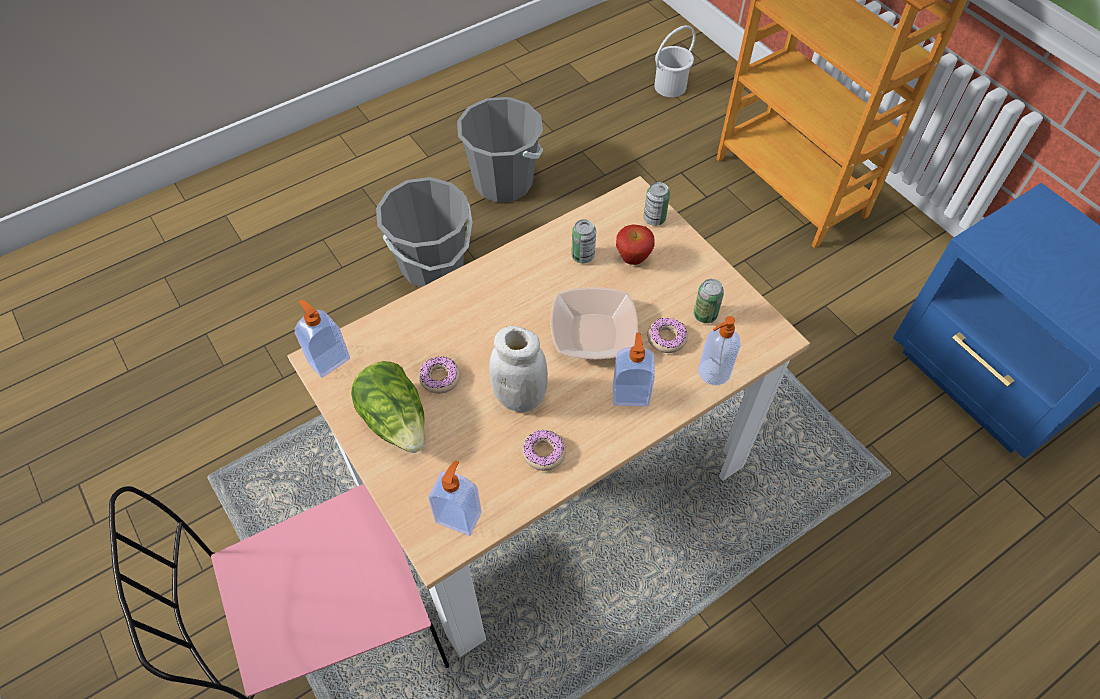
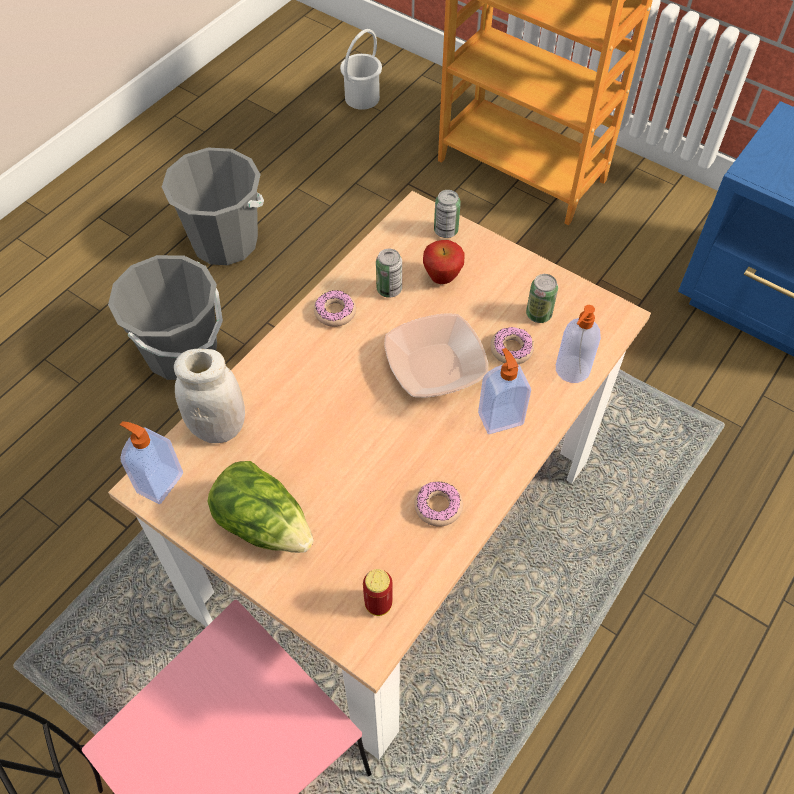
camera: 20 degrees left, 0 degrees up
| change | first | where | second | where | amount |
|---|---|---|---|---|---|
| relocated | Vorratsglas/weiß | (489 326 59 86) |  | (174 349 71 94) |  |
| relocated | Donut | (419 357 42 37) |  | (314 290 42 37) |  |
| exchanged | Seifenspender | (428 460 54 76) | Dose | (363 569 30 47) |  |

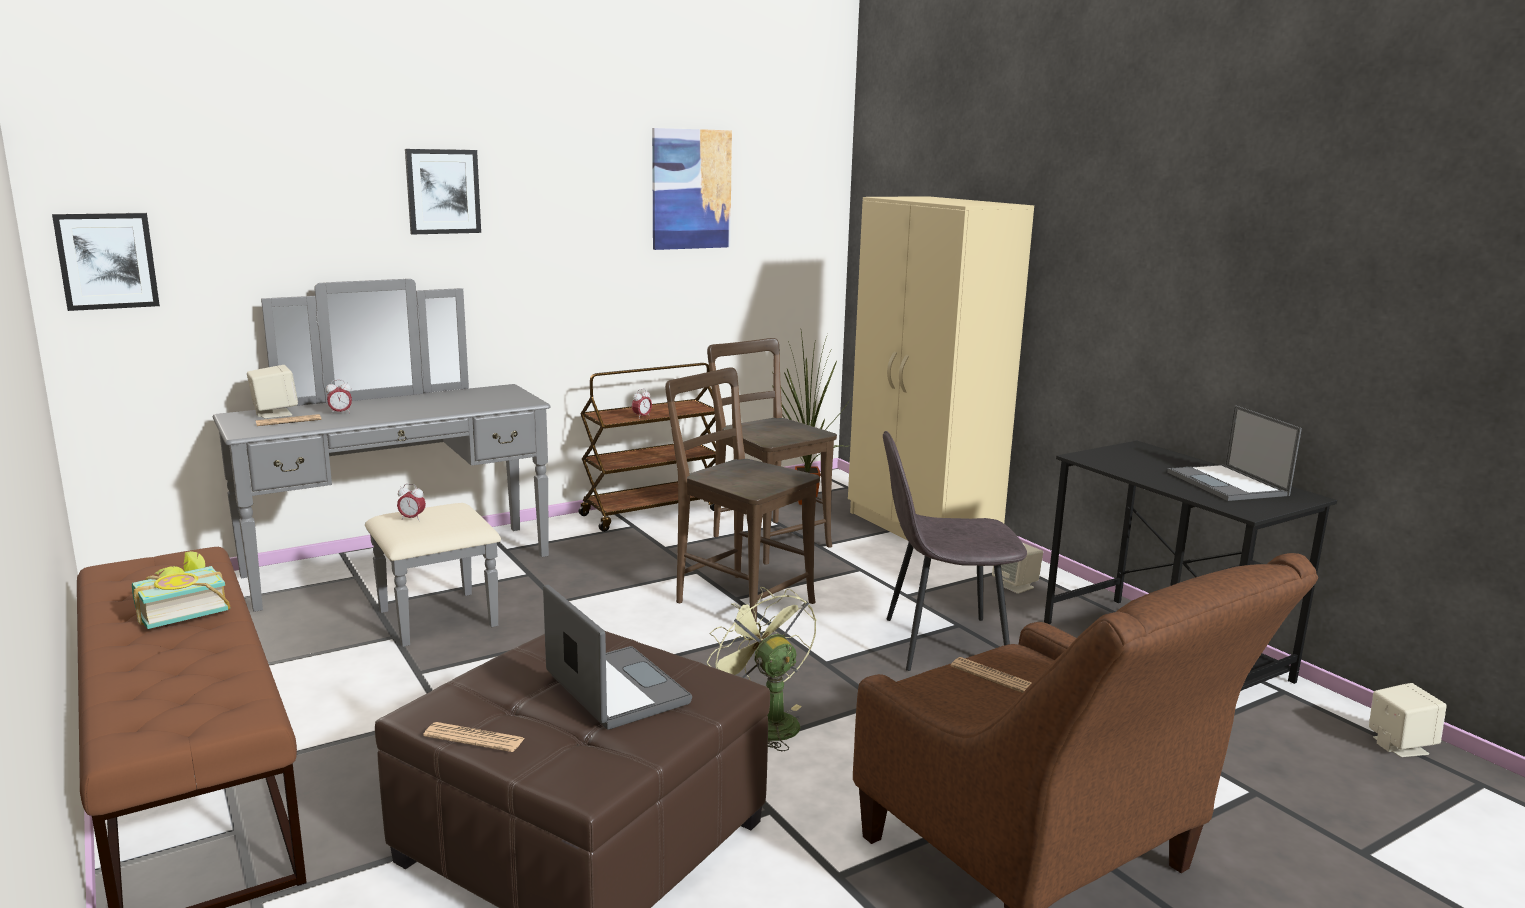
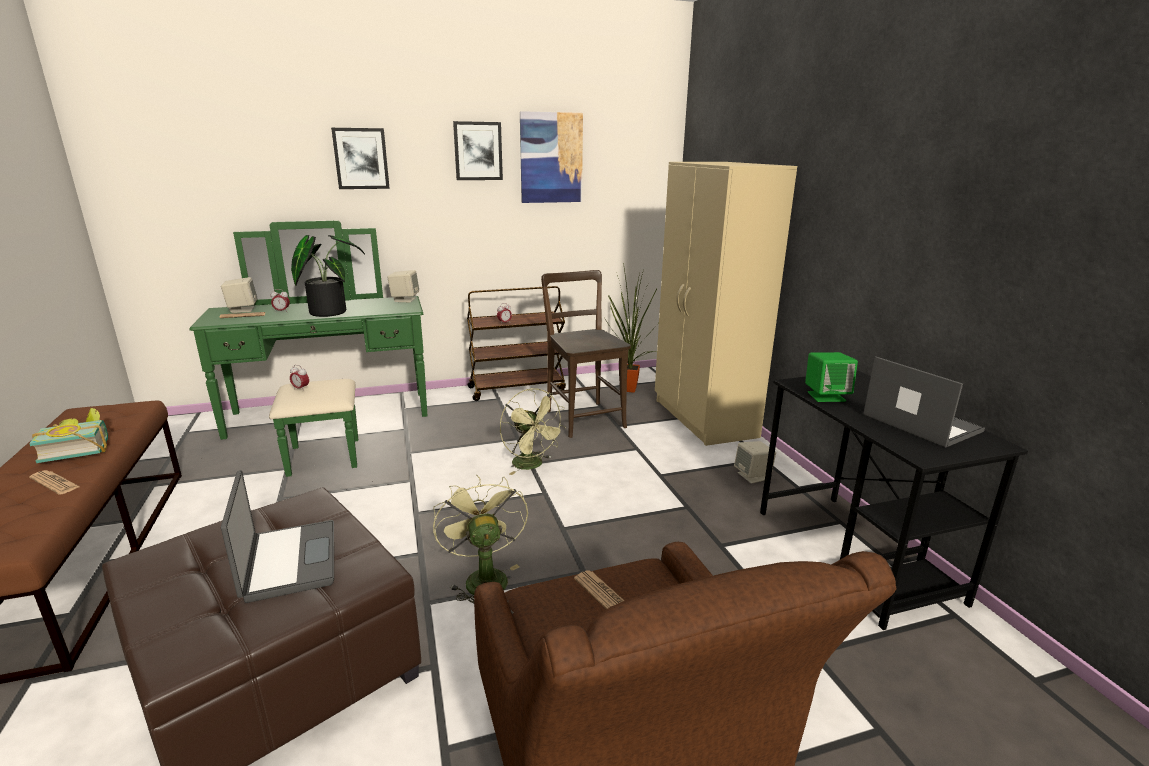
camera: 15 degrees right, 5 degrees up
| change | first | where | second | where | amount |
|---|---|---|---|---|---|
| relocated | Zeitung | (423 722 102 30) |  | (29 470 51 25) |  |
| colour | Kommode/grau | (213 279 338 368) | Kommode/grün | (189 220 239 257) |  |
| appeared |  |  | Topfpflanze | (291 235 74 82) |  |
| relocated | Lautsprecher/beige | (1369 683 78 74) |  | (387 270 32 32) |  |
| relocated | Bild | (52 213 108 98) |  | (453 121 50 59) |  |
| exchanged | Stuhl/braun | (665 368 155 257) | Ventilator/grün | (500 388 66 87) |  |
| appeared |  |  | Lautsprecher/grün | (805 352 53 50) |  |
| spun | Laptop | (1167 405 135 96) |  | (863 356 122 92) | 150 degrees clockwise |
| missing | Stuhl/grau | (883 431 144 240) |  |  |  |

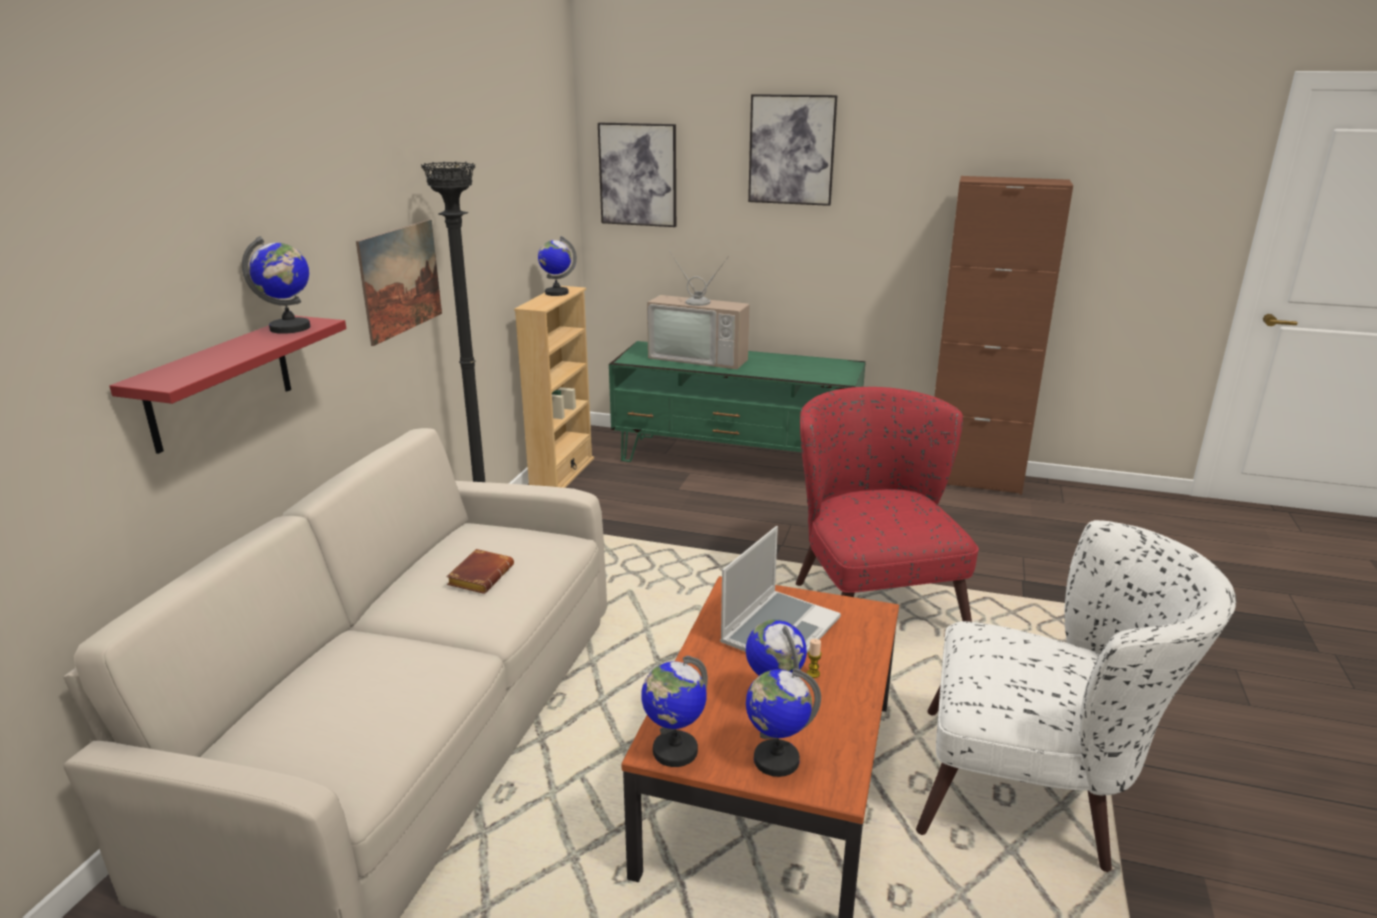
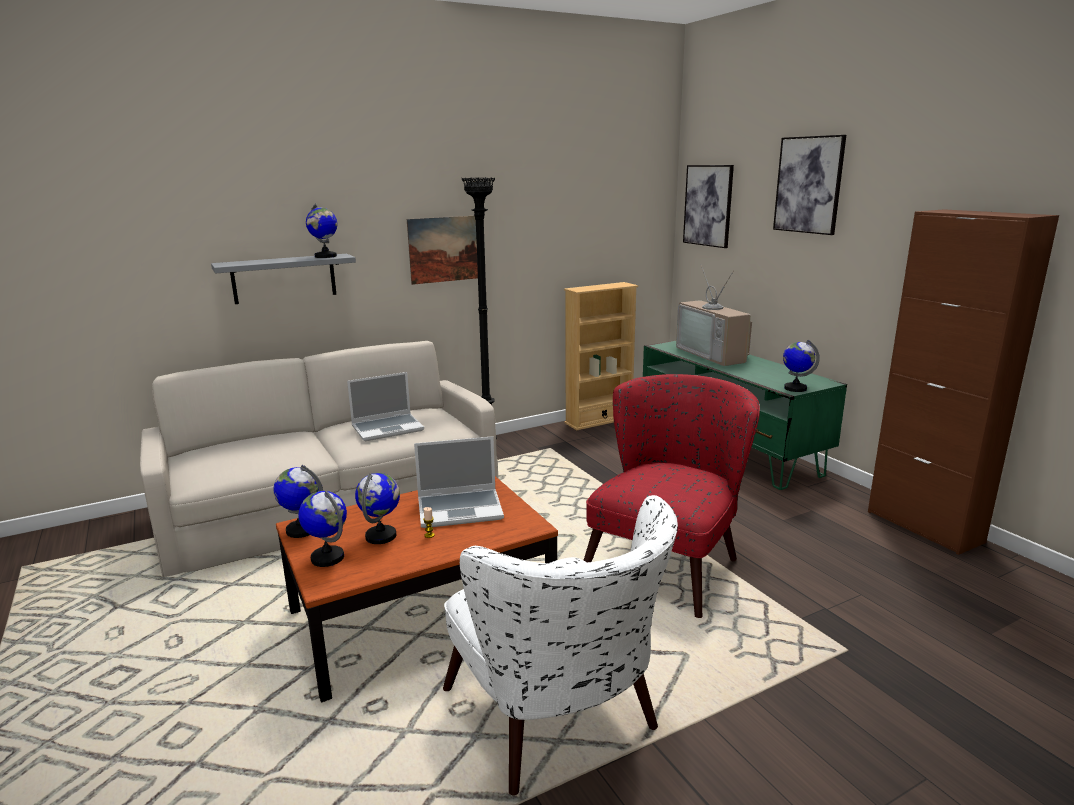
camera: 45 degrees right, 5 degrees down
| change | first | where | second | where | amount |
|---|---|---|---|---|---|
| colour | Wandregal/rot | (109 316 237 138) | Wandregal/grau | (211 254 145 50) |  |
| exchanged | Buch/braun | (446 549 68 45) | Laptop | (347 372 77 69) |  |
| relocated | Globus | (538 236 39 60) |  | (783 340 37 52) |  |

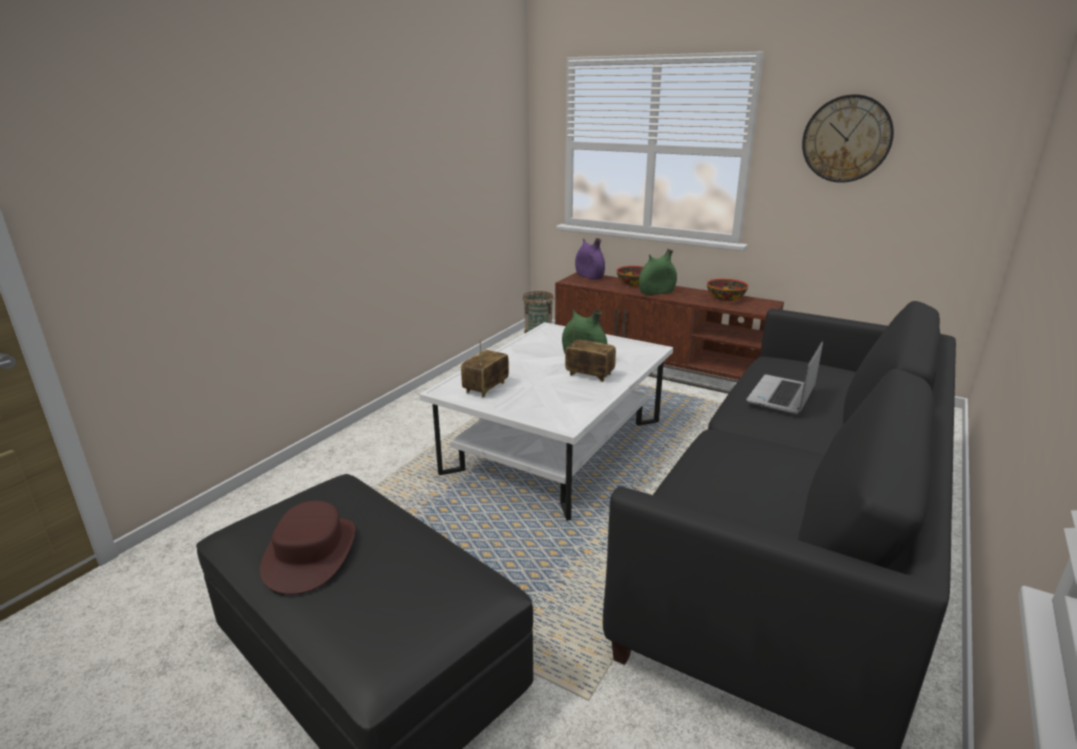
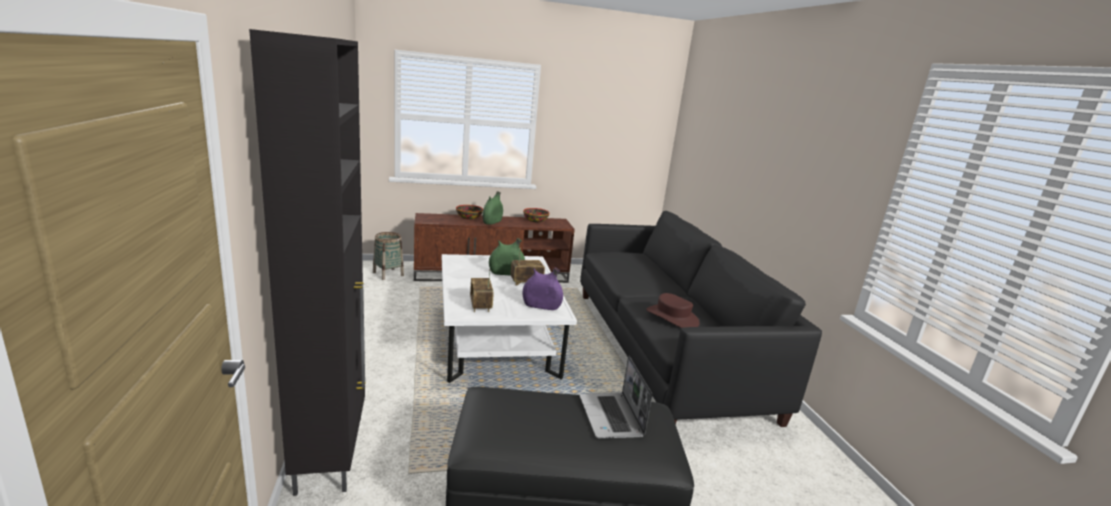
camera: 45 degrees left, 5 degrees down
| change | first | where | second | where | amount |
|---|---|---|---|---|---|
| appeared |  |  | Schrank/schwarz | (249 29 117 467) |  |
| relocated | Vase/lila | (575 238 30 42) |  | (523 268 40 42) |  |
| relocated | Laptop | (746 341 77 73) |  | (579 356 73 83) |  |
| relocated | Hut/braun | (260 501 95 93) |  | (647 293 53 35) |  |
| missing | Wanduhr | (802 94 92 89) |  |  |  |

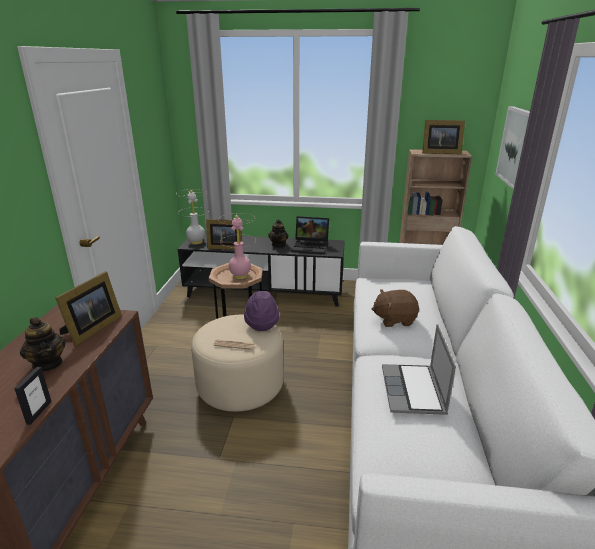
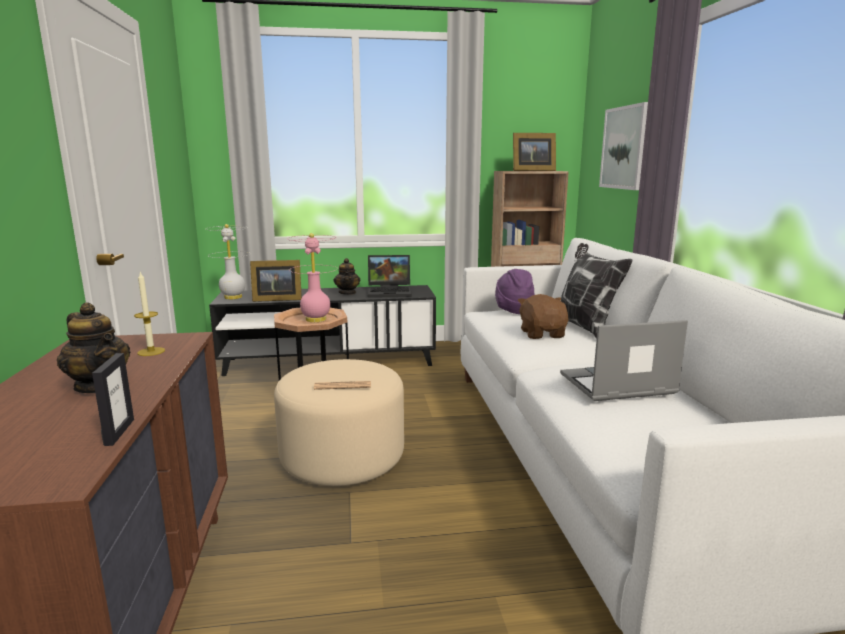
camera: 15 degrees left, 10 degrees down
| change | first | where | second | where | amount |
|---|---|---|---|---|---|
| exchanged | Bilderrahmen | (55 271 67 75) | Kerze | (134 272 31 84) |  |
| relocated | Hut/lila | (244 291 35 40) |  | (495 269 40 45) |  |
| spun | Plüschtier/braun | (372 289 47 38) |  | (518 294 50 45) | 105 degrees clockwise |
| spun | Laptop | (382 324 74 91) |  | (560 320 128 81) | 90 degrees clockwise |
| appeared |  |  | Kissen | (561 243 71 96) |  |

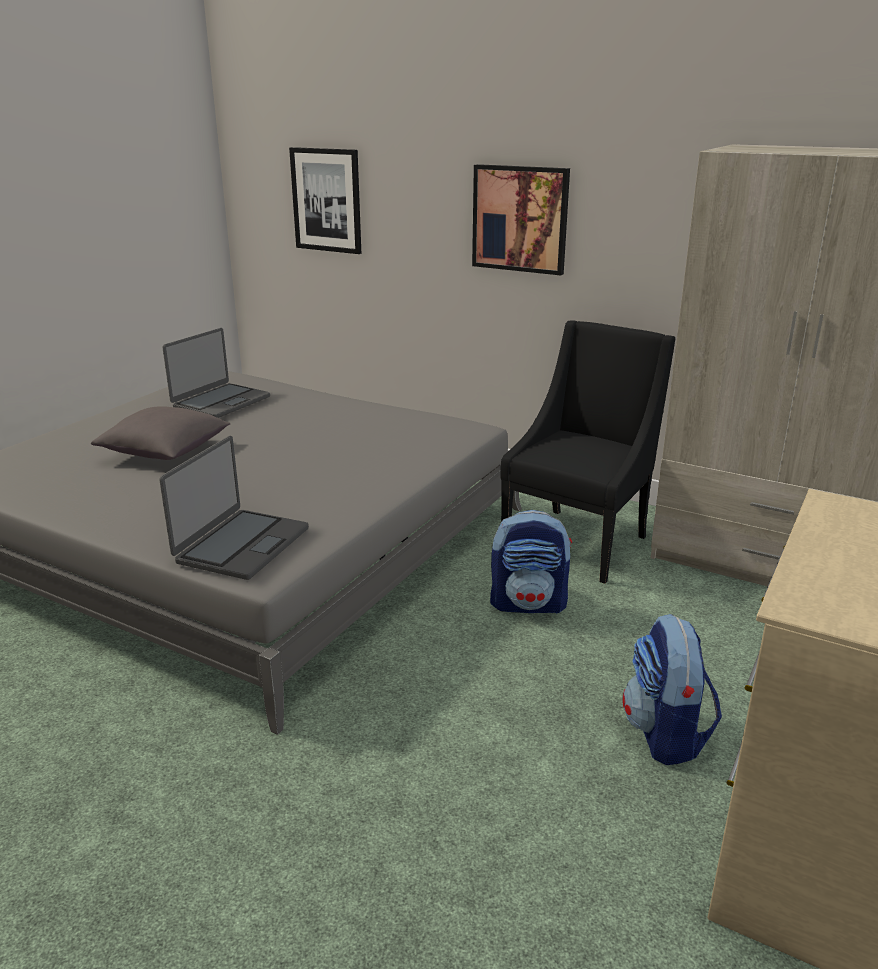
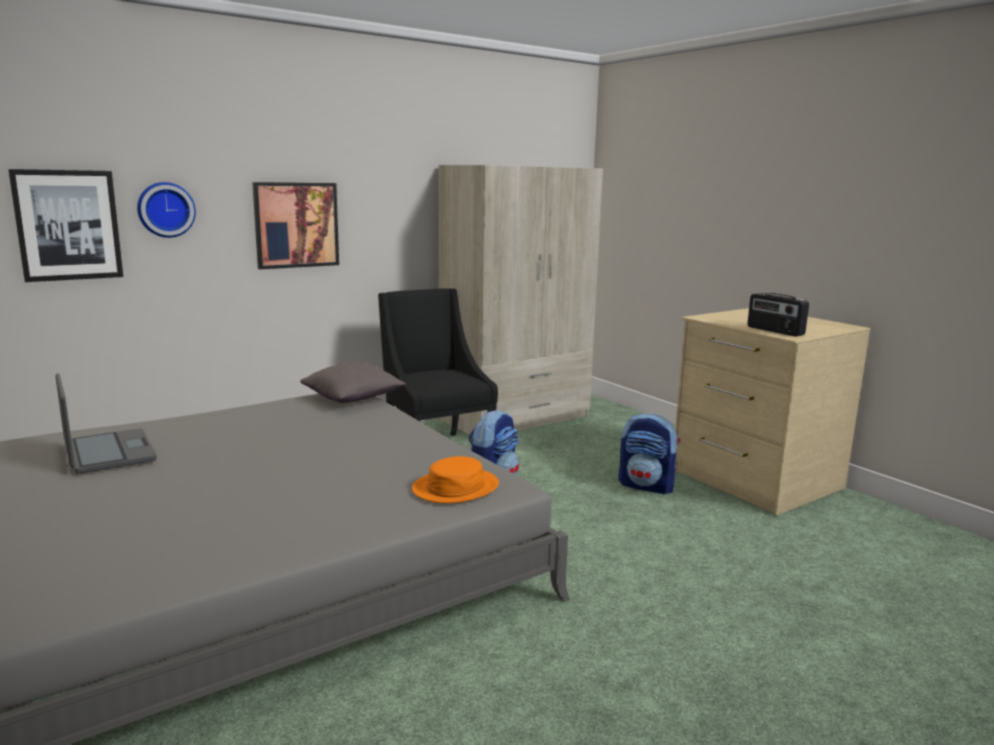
camera: 65 degrees left, 10 degrees down
| change | first | where | second | where | amount |
|---|---|---|---|---|---|
| appeared |  |  | Wanduhr | (137 182 59 56) |  |
| relocated | Kissen/grau | (91 406 139 54) |  | (300 362 106 41) |  |
| exchanged | Laptop | (159 436 150 144) | Hut/orange | (412 456 87 47) |  |
| appeared |  |  | Radio | (747 293 62 44) |  |

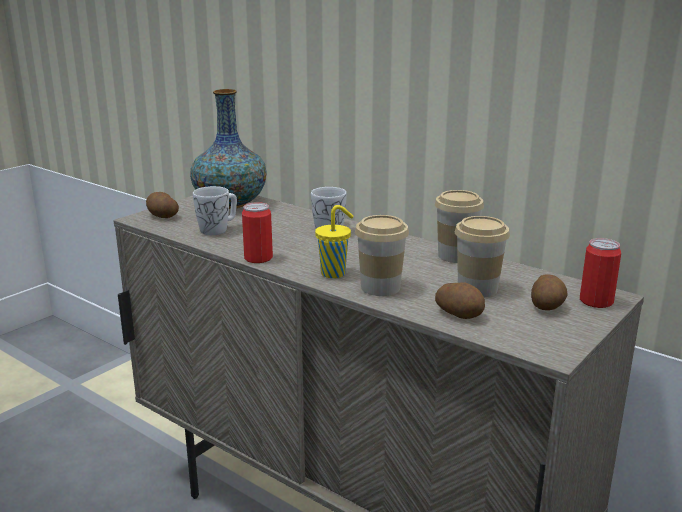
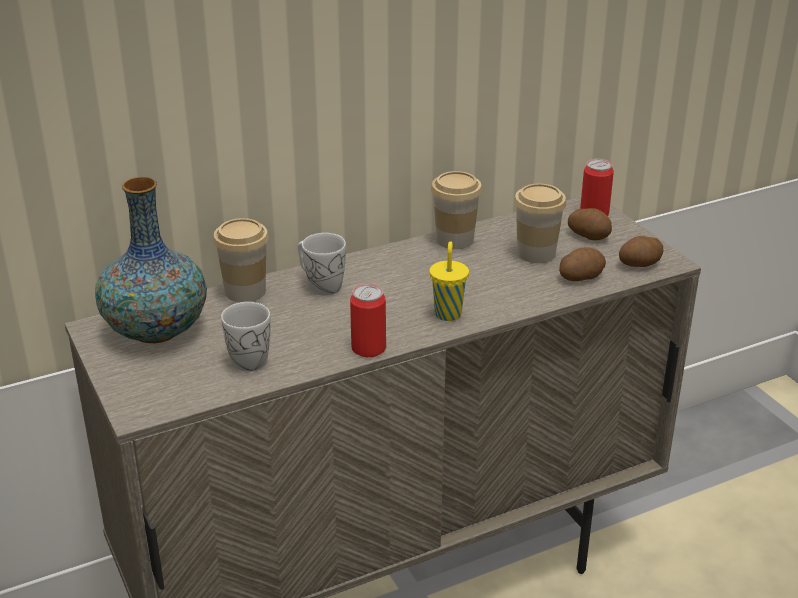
camera: 65 degrees left, 10 degrees up
| change | first | where | second | where | amount |
|---|---|---|---|---|---|
| relocated | Tasse | (355 215 54 81) |  | (213 218 56 84) |  |
| relocated | Kartoffel | (146 192 33 26) |  | (619 236 44 31) |  |

